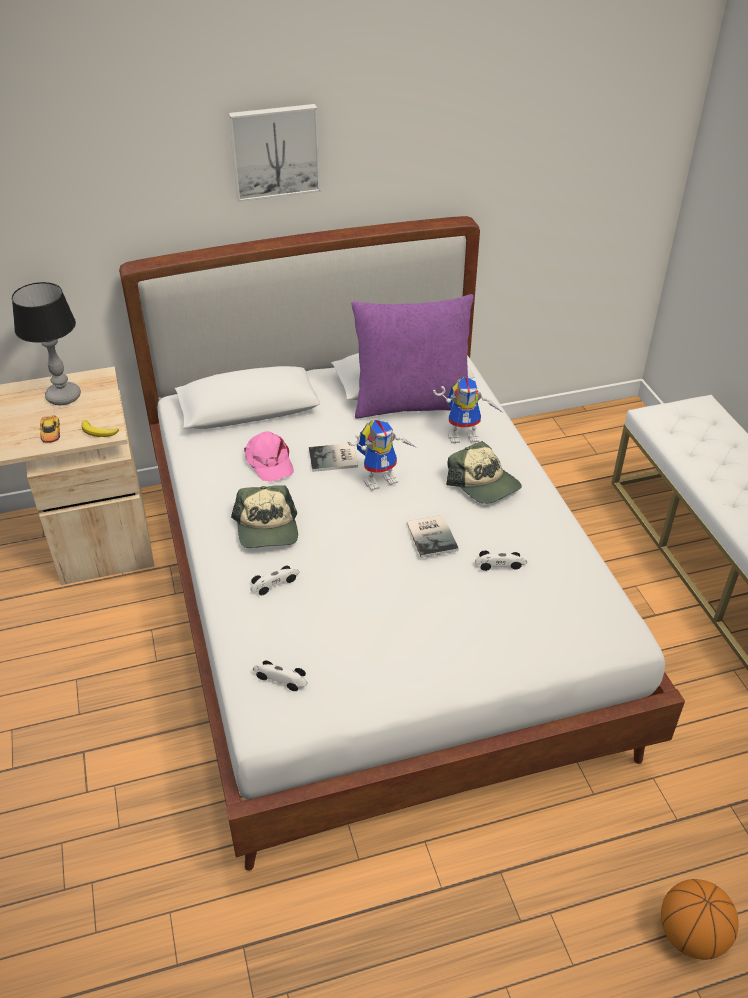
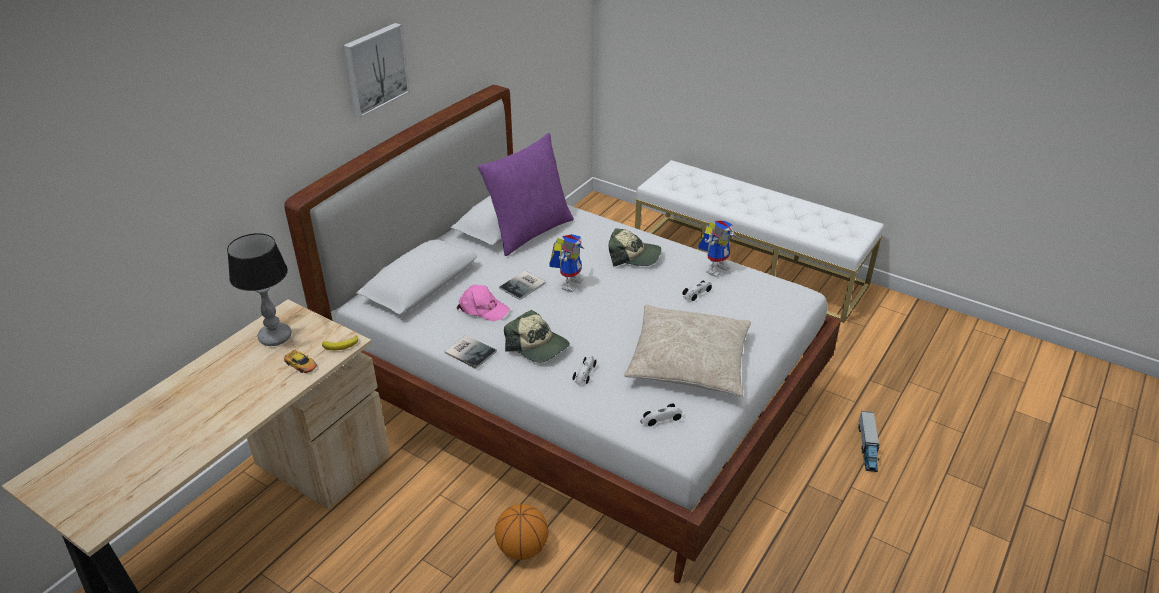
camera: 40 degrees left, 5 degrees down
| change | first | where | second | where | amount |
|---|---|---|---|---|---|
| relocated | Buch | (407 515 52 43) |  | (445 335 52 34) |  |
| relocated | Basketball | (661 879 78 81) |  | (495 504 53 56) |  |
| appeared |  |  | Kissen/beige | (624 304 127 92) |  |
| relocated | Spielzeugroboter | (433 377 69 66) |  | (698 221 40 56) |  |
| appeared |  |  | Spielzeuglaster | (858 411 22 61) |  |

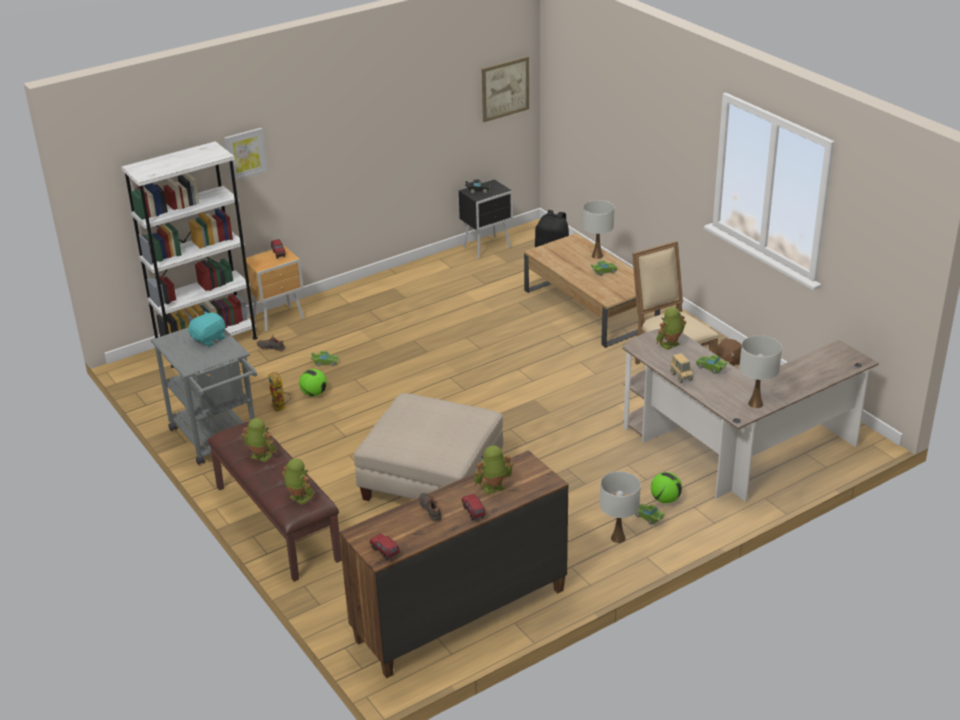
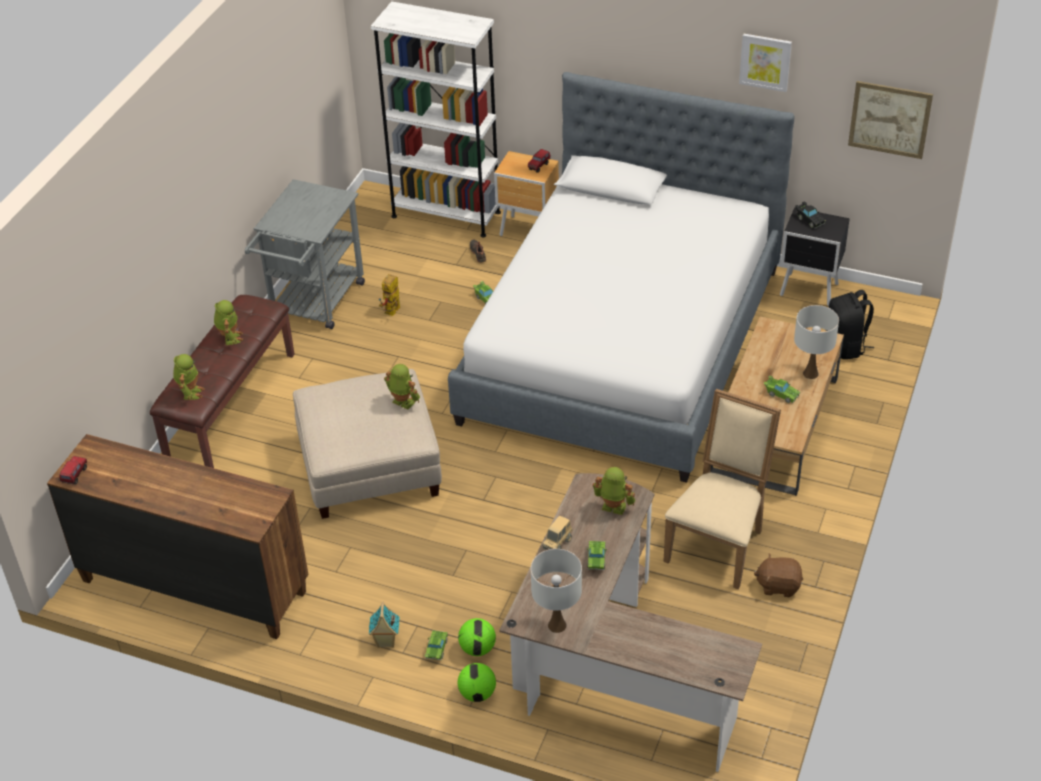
camera: 55 degrees right, 10 degrees up
| change | first | where | second | where | amount |
|---|---|---|---|---|---|
| exchanged | Tischlampe/weiß | (600 471 41 72) | Spielzeughaus | (369 601 30 47) |  |
| relocated | Spielzeugroboter | (474 445 40 49) |  | (384 364 36 46) |  |
| appeared |  |  | Bett | (448 72 347 411) |  |
| relocated | Fußball | (299 369 28 28) |  | (458 663 38 39) |  |
| relocated | Bild | (224 128 44 53) |  | (739 34 53 58) |  |
| missing | Plüschtier/türkis | (188 311 38 35) |  |  |  |
| missing | Schuh/schwarz | (419 493 23 29) |  |  |  |
| missing | Spielzeuglaster | (462 494 23 26) |  |  |  |

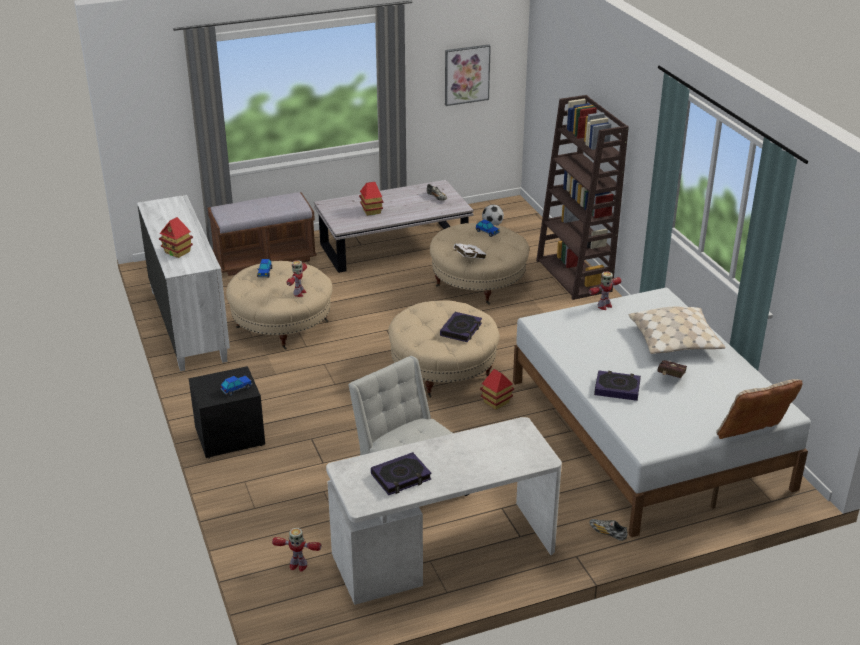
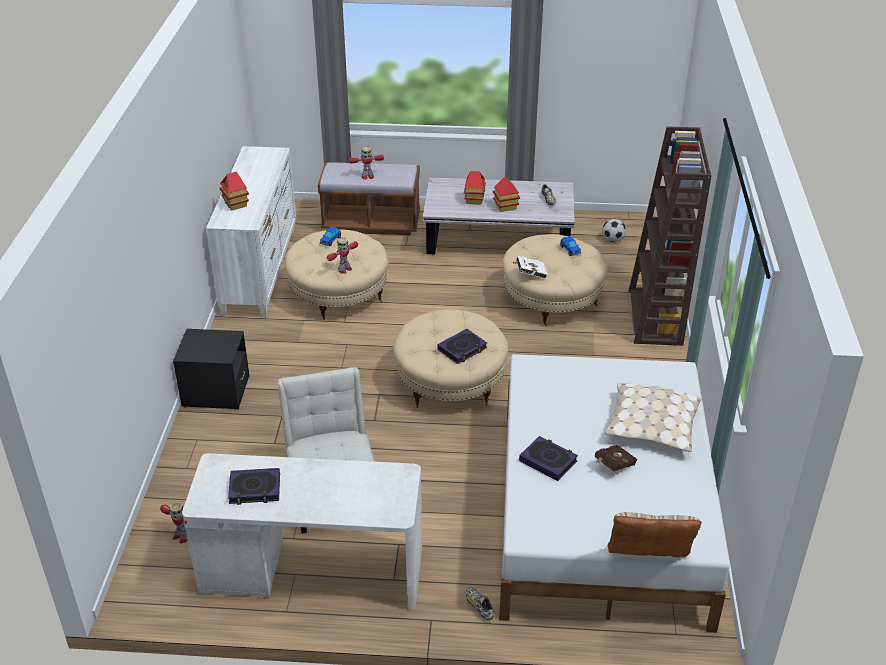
camera: 25 degrees right, 5 degrees up
| change | first | where | second | where | amount |
|---|---|---|---|---|---|
| relocated | Spielzeugroboter | (589 271 33 39) |  | (349 146 35 34) |  |
| relocated | Spielzeughaus | (480 369 34 41) |  | (493 176 27 36) |  |
| missing | Spielzeugauto | (221 375 31 21) |  |  |  |
| missing | Bild | (445 44 46 62) |  |  |  |

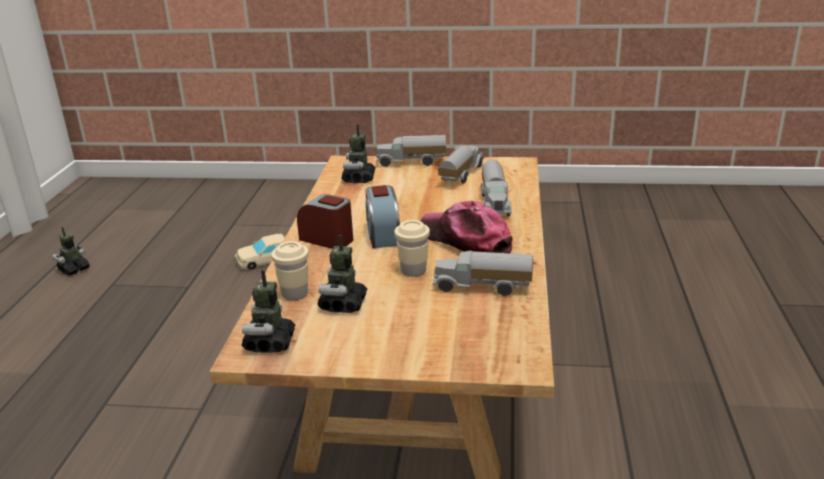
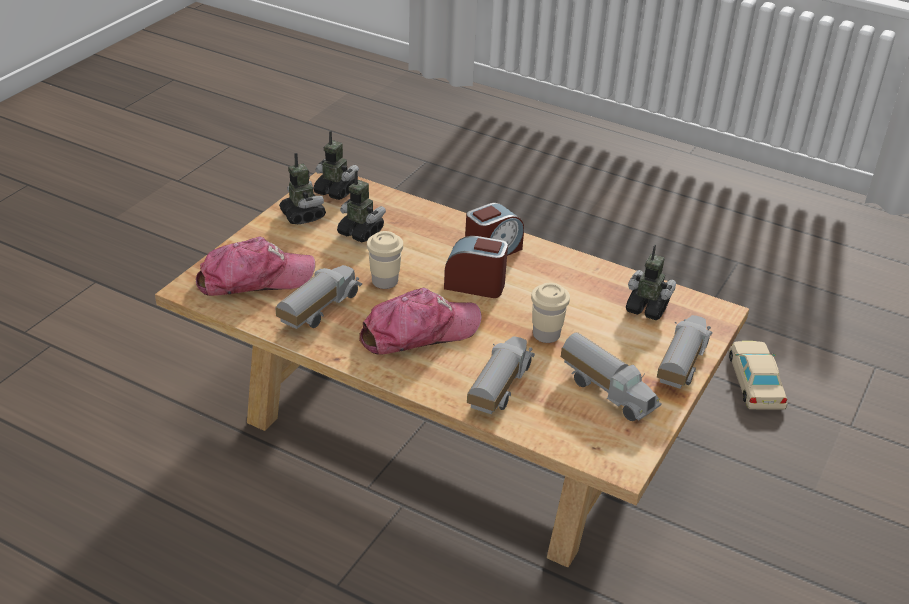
camera: 110 degrees right, 10 degrees up
| change | first | where | second | where | amount |
|---|---|---|---|---|---|
| appeared |  |  | Kappe | (196 236 119 60) |  |
| relocated | Spielzeugroboter | (52 227 38 49) |  | (279 153 47 71) |  |
| spun | Spielzeuglaster | (481 160 31 57) |  | (467 336 68 78) | 90 degrees clockwise |
| relocated | Tasse/beige | (271 241 38 59) |  | (531 283 39 60) |  |

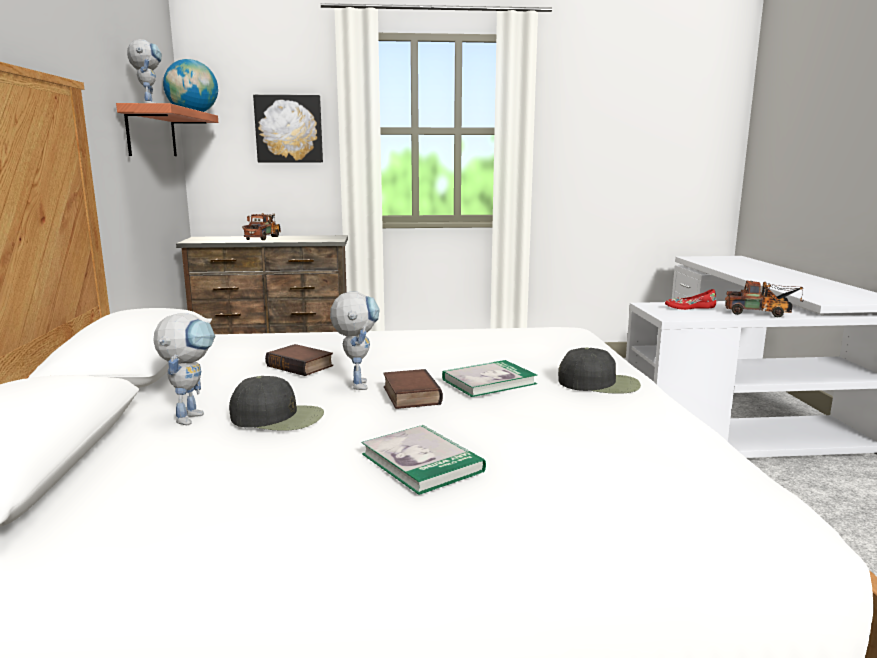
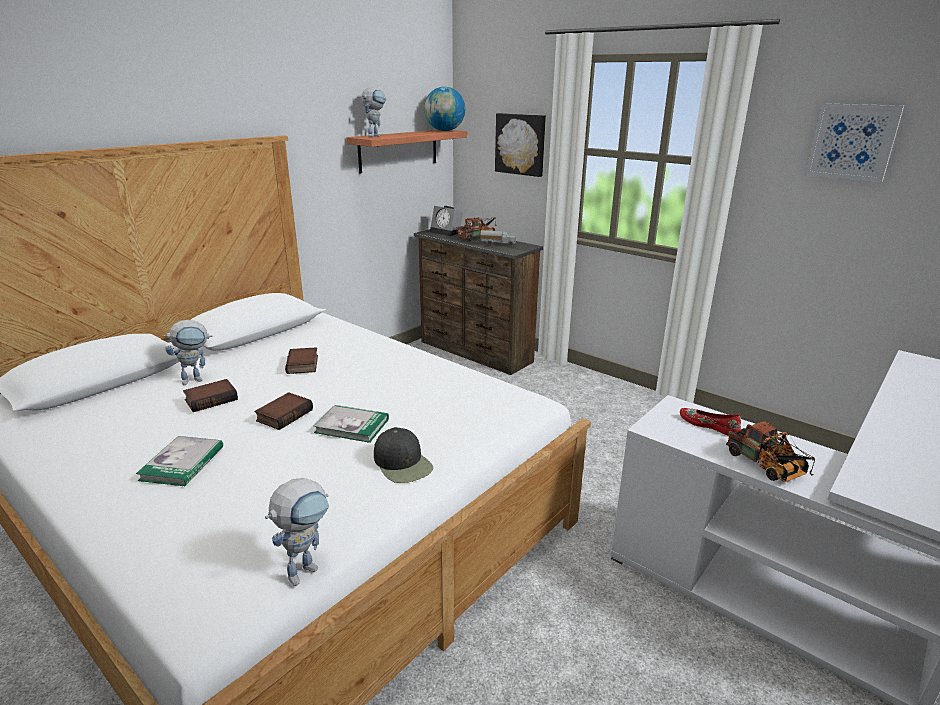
camera: 45 degrees right, 10 degrees up
| change | first | where | second | where | amount |
|---|---|---|---|---|---|
| exchanged | Kappe/schwarz | (229 376 95 55) | Buch | (183 379 55 33) |  |
| relocated | Spielzeugroboter | (330 292 50 98) |  | (265 478 64 108) |  |
| appeared |  |  | Wecker | (430 206 33 30) |  |
| appeared |  |  | Spielzeuglaster | (480 230 36 17) |  |
| appeared |  |  | Bild | (805 103 99 79) |  |

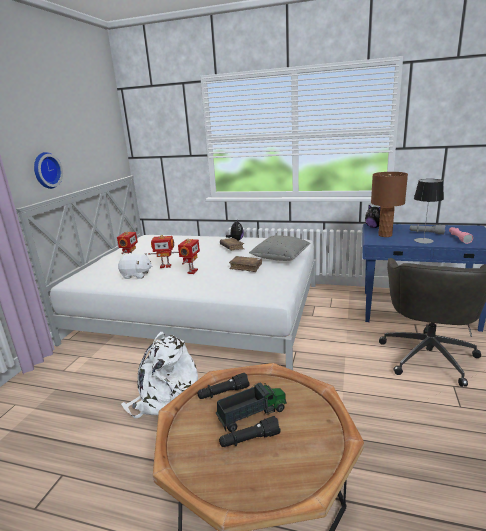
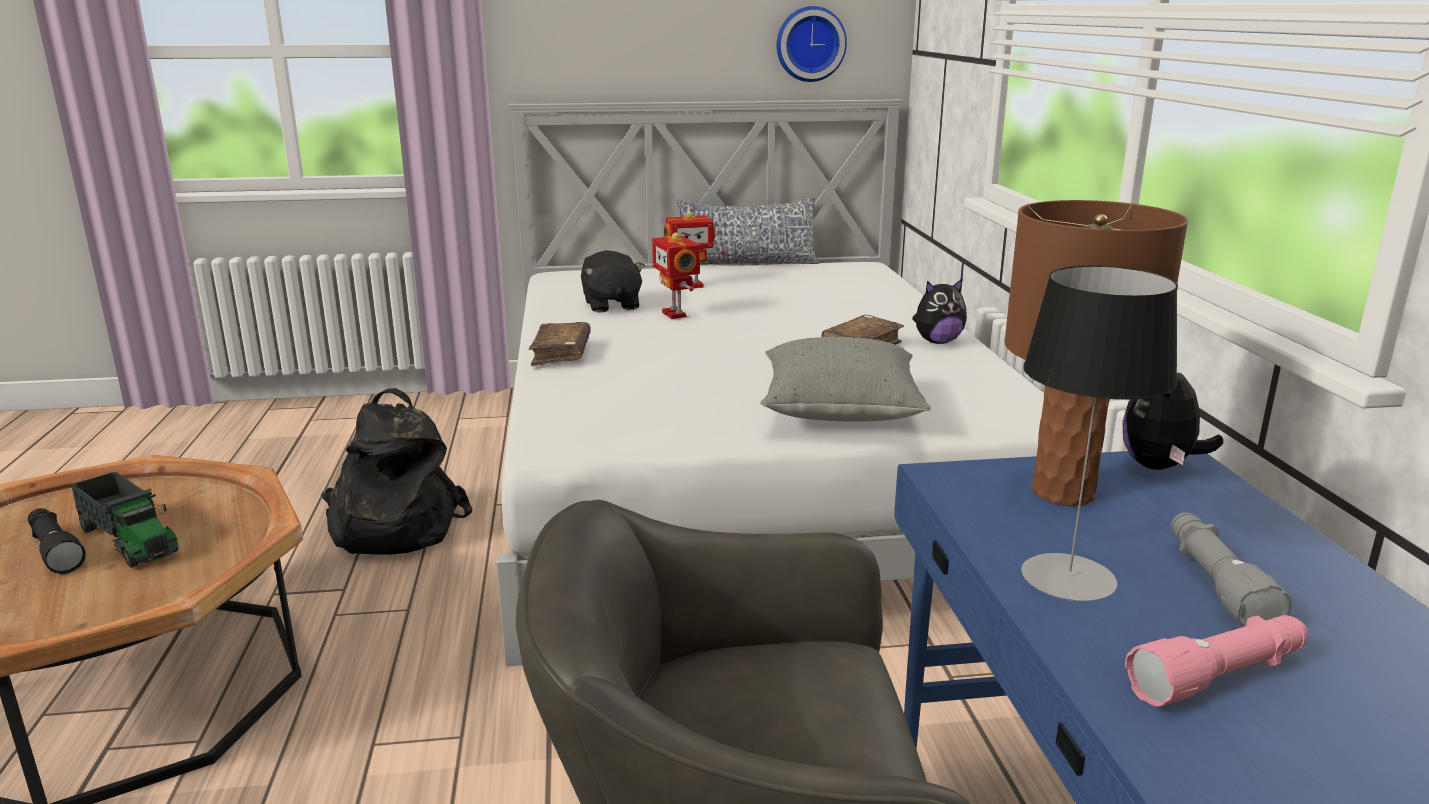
camera: 65 degrees right, 0 degrees up
| change | first | where | second | where | amount |
|---|---|---|---|---|---|
| colour | Rucksack/weiß | (121 332 77 87) | Rucksack/schwarz | (321 388 151 167) |  |
| relocated | Buch/braun | (229 256 33 16) |  | (529 322 62 44) |  |
| colour | Plüschtier/weiß | (118 253 34 26) | Plüschtier/schwarz | (581 250 64 63) |  |
| appeared |  |  | Kissen | (677 197 142 68) |  |
| relocated | Wanduhr | (34 152 29 37) |  | (777 6 70 76) |  |
| missing | Spielzeugroboter | (178 239 22 35) |  |  |  |
| missing | Taschenlampe/schwarz | (197 373 53 26) |  |  |  |

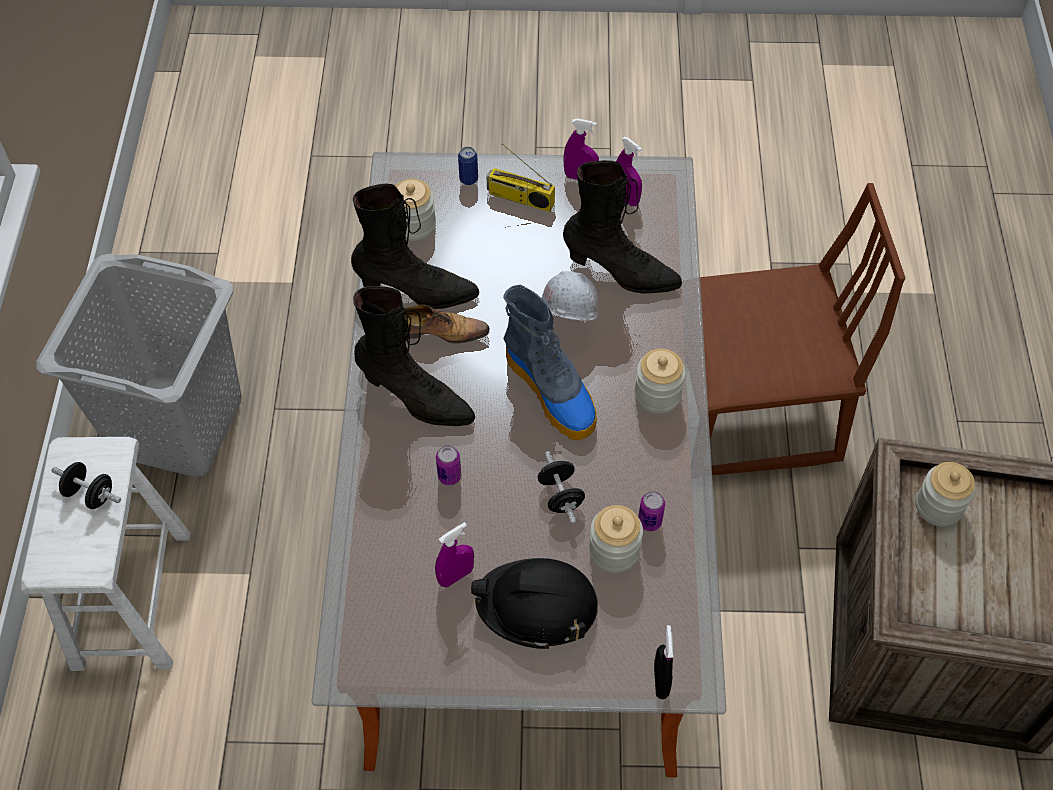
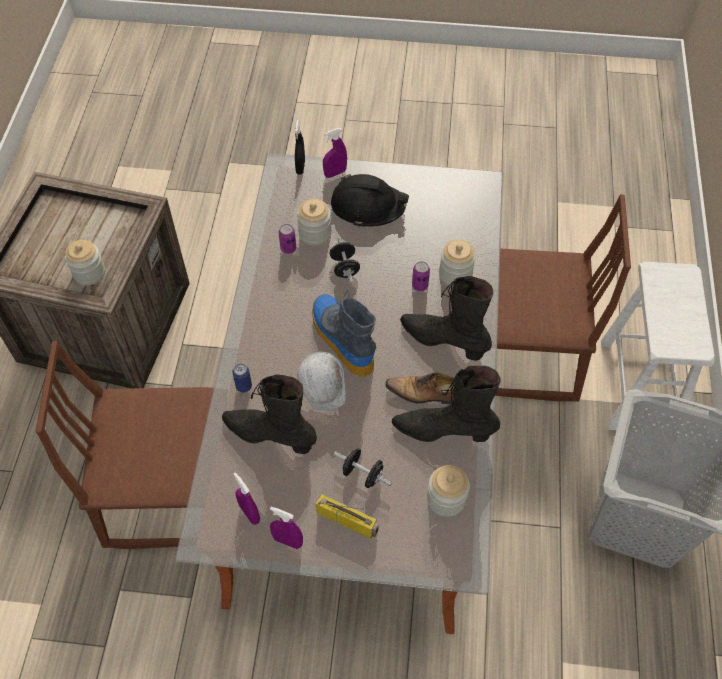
camera: 175 degrees left, 0 degrees up
| change | first | where | second | where | amount |
|---|---|---|---|---|---|
| relocated | Dose | (458 146 20 39) |  | (232 363 20 29) |  |
| relocated | Sprühflasche/lila | (435 522 39 66) |  | (323 128 24 50) |  |
| relocated | Hantel/schwarz | (51 462 70 47) |  | (334 448 58 40) |  |
| relocated | Vorratsglas | (634 349 52 65) |  | (439 239 37 48) |  |
| appeared |  |  | Stuhl/braun | (495 194 136 208) |  |

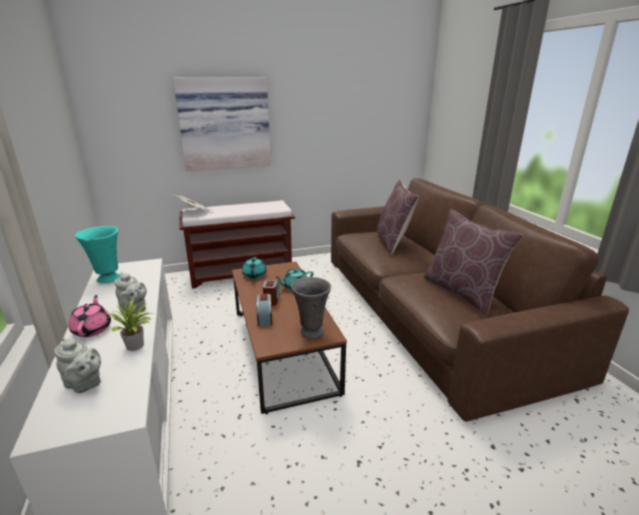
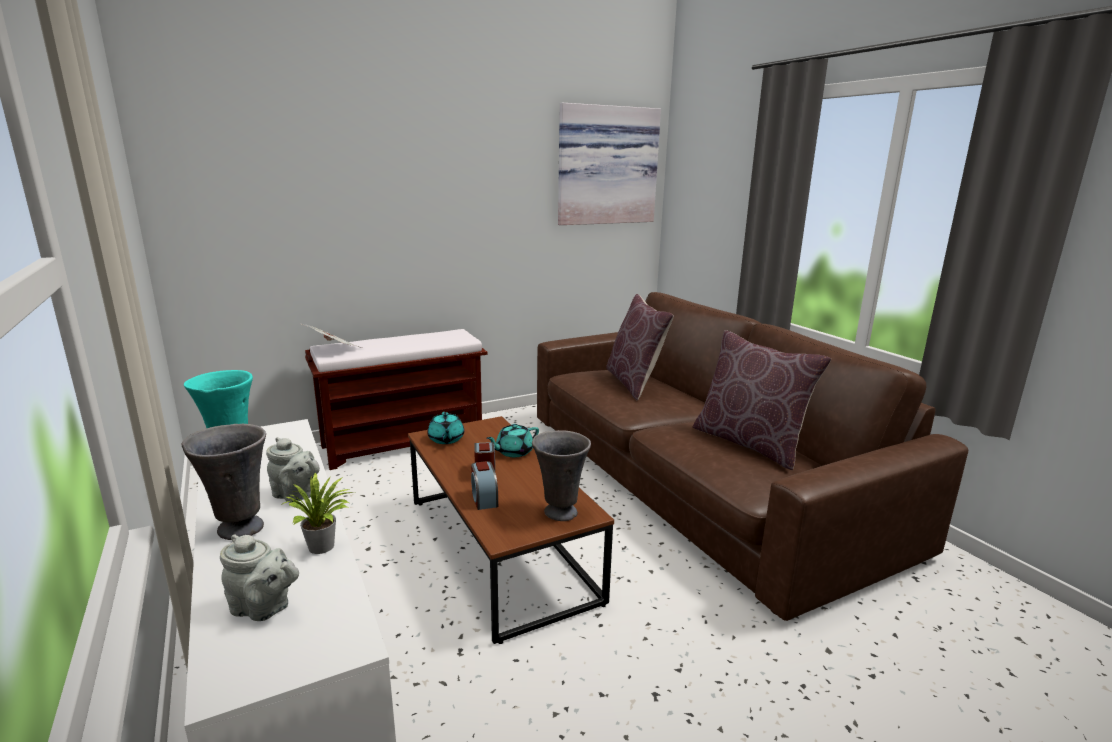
camera: 10 degrees left, 5 degrees down
| change | first | where | second | where | amount |
|---|---|---|---|---|---|
| exchanged | Teekanne/rosa | (69 295 42 42) | Vase/grau | (181 424 85 116) |  |
| relocated | Bild | (173 77 98 94) |  | (558 103 103 122) |  |

